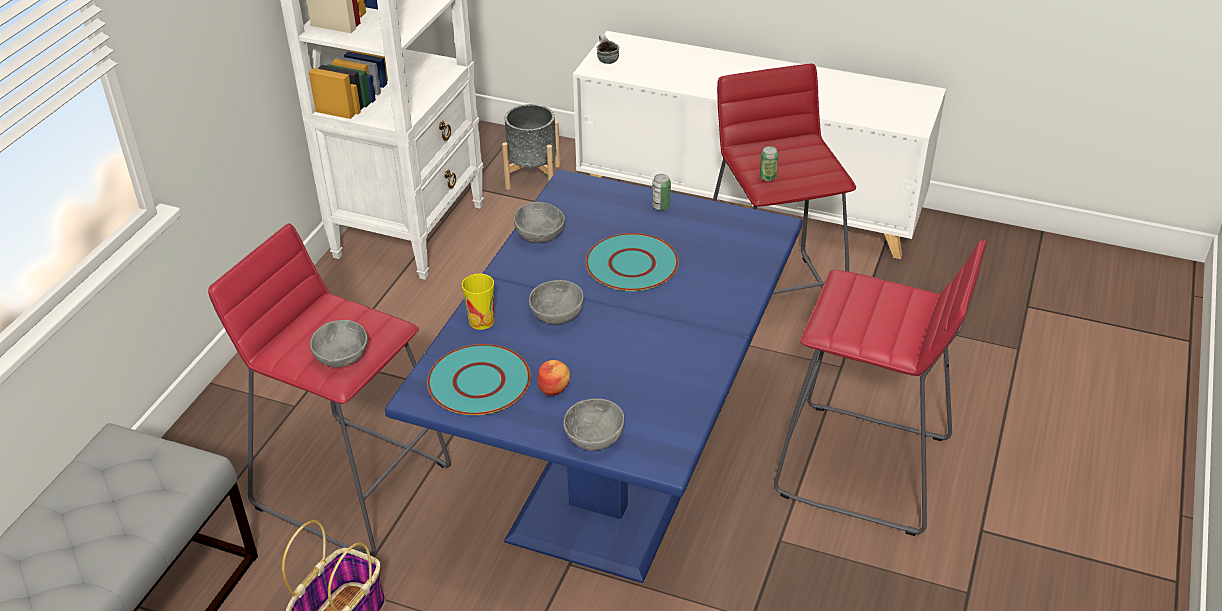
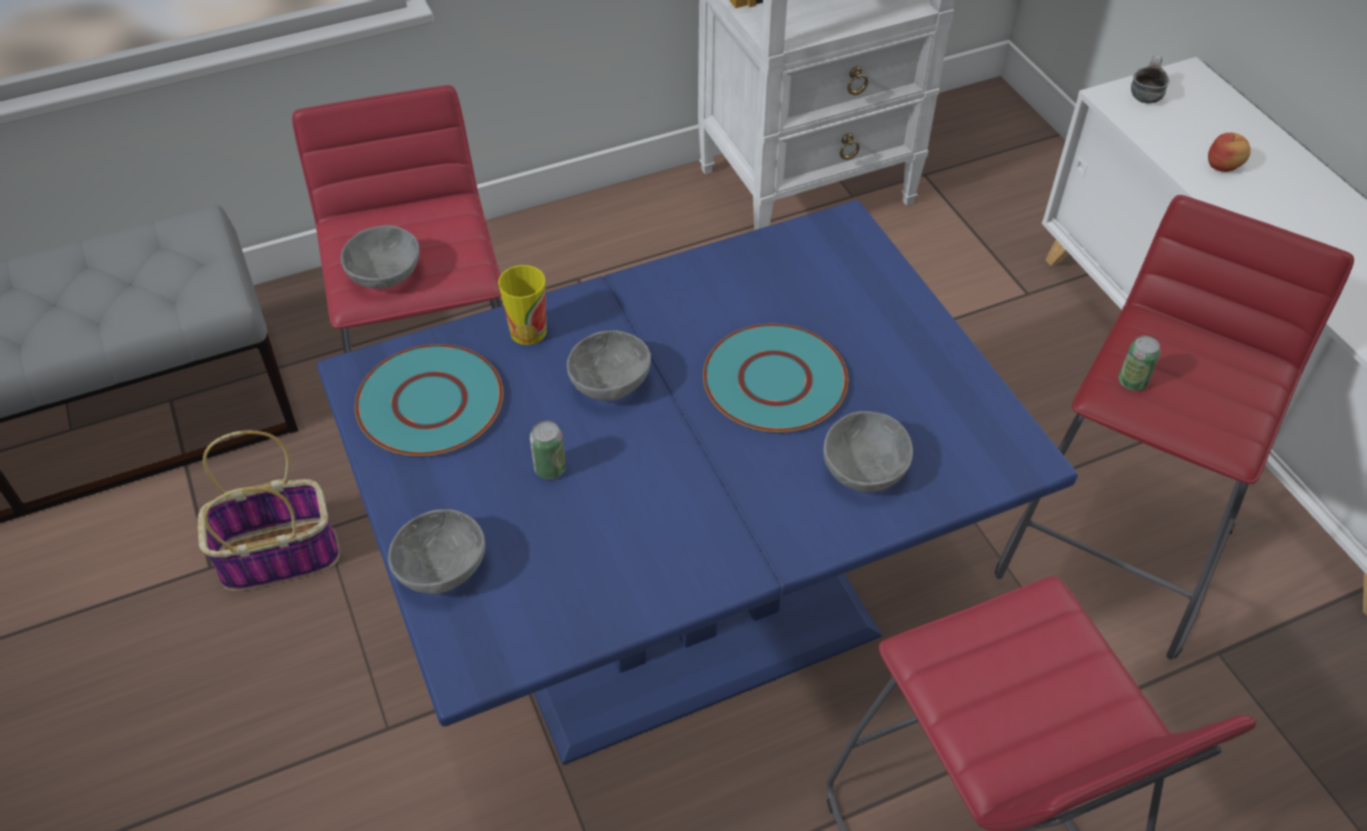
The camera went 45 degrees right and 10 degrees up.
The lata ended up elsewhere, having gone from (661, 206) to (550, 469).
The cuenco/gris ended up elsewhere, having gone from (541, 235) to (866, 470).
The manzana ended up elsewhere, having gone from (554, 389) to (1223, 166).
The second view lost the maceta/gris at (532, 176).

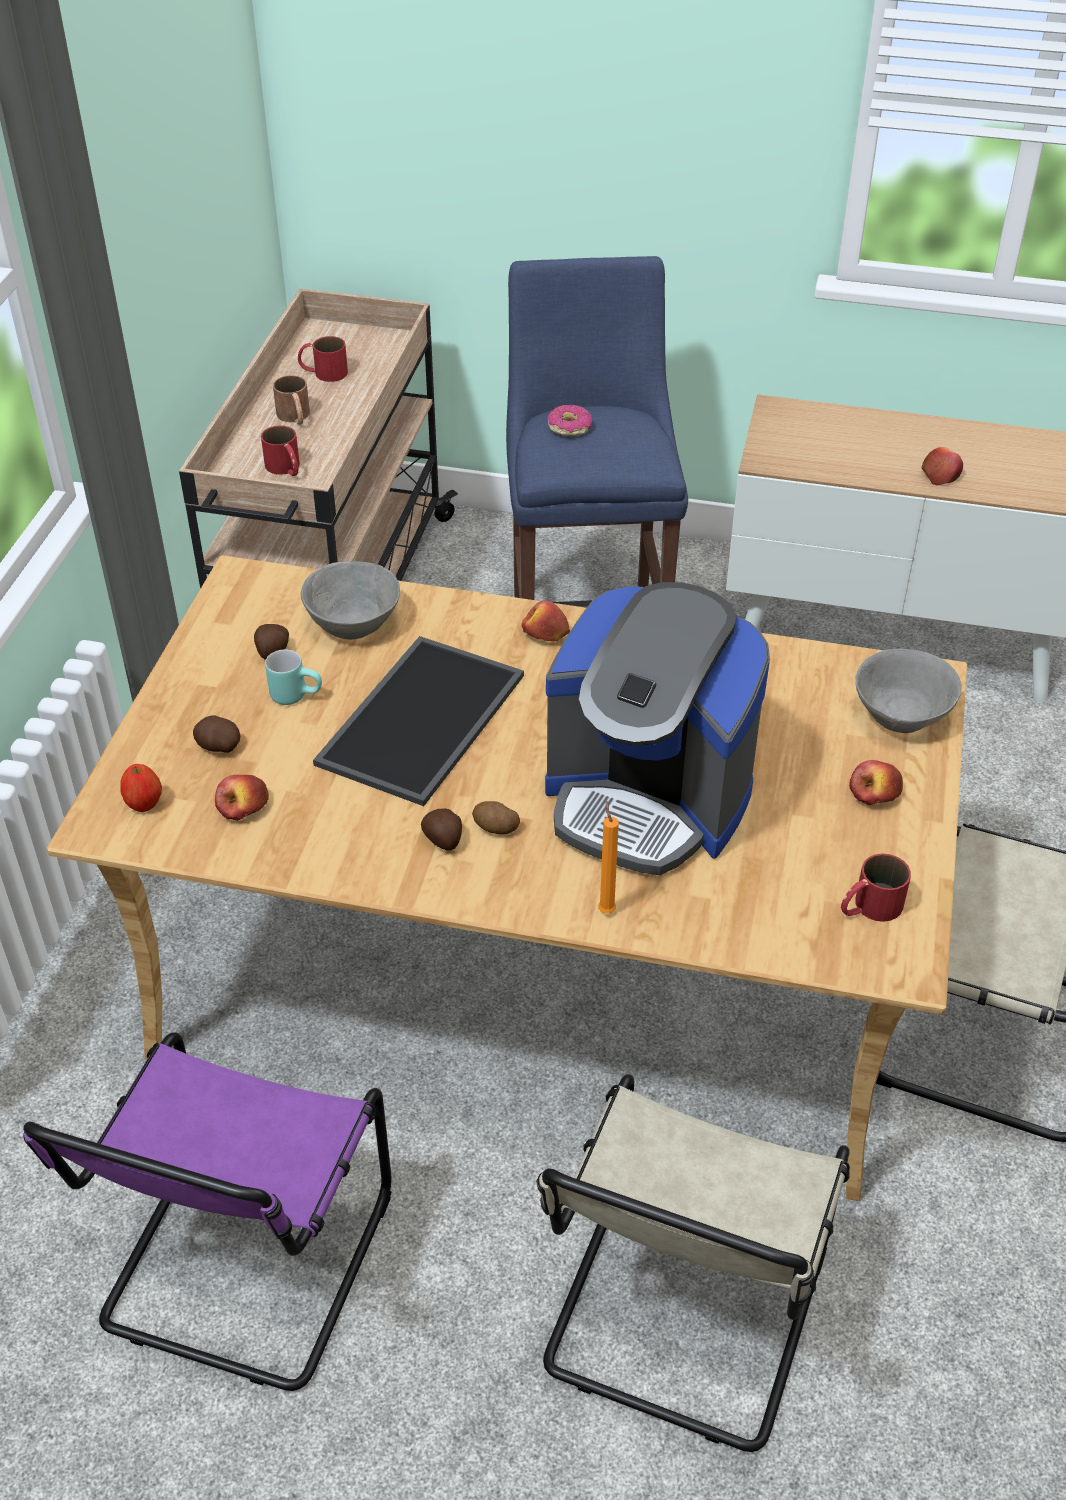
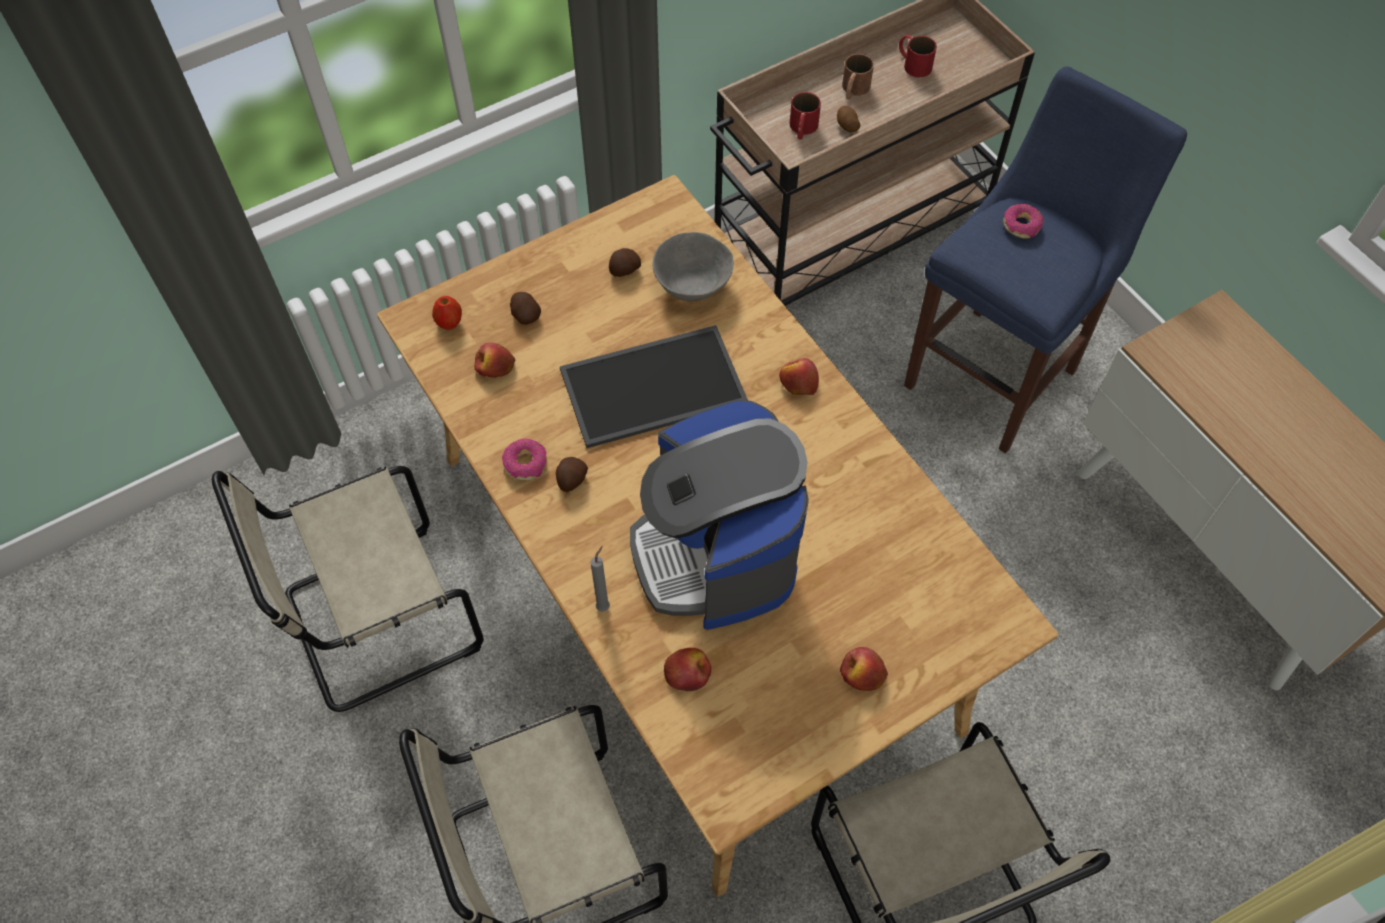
The camera went 45 degrees right and 15 degrees up.
What was the silla/morado at (243, 1268) turned into the silla/beis at (375, 621).
The second view gained the rosquilla at (526, 463).
What was the vela/naranja at (606, 909) turned into the vela/gris at (604, 605).
The manzana ended up elsewhere, having gone from (940, 474) to (687, 672).
The patata ended up elsewhere, having gone from (495, 828) to (846, 125).
The second view lost the taza grande/turquesa at (297, 695).
The second view lost the taza grande/rojo at (869, 907).
The second view lost the cuenco/gris at (900, 714).

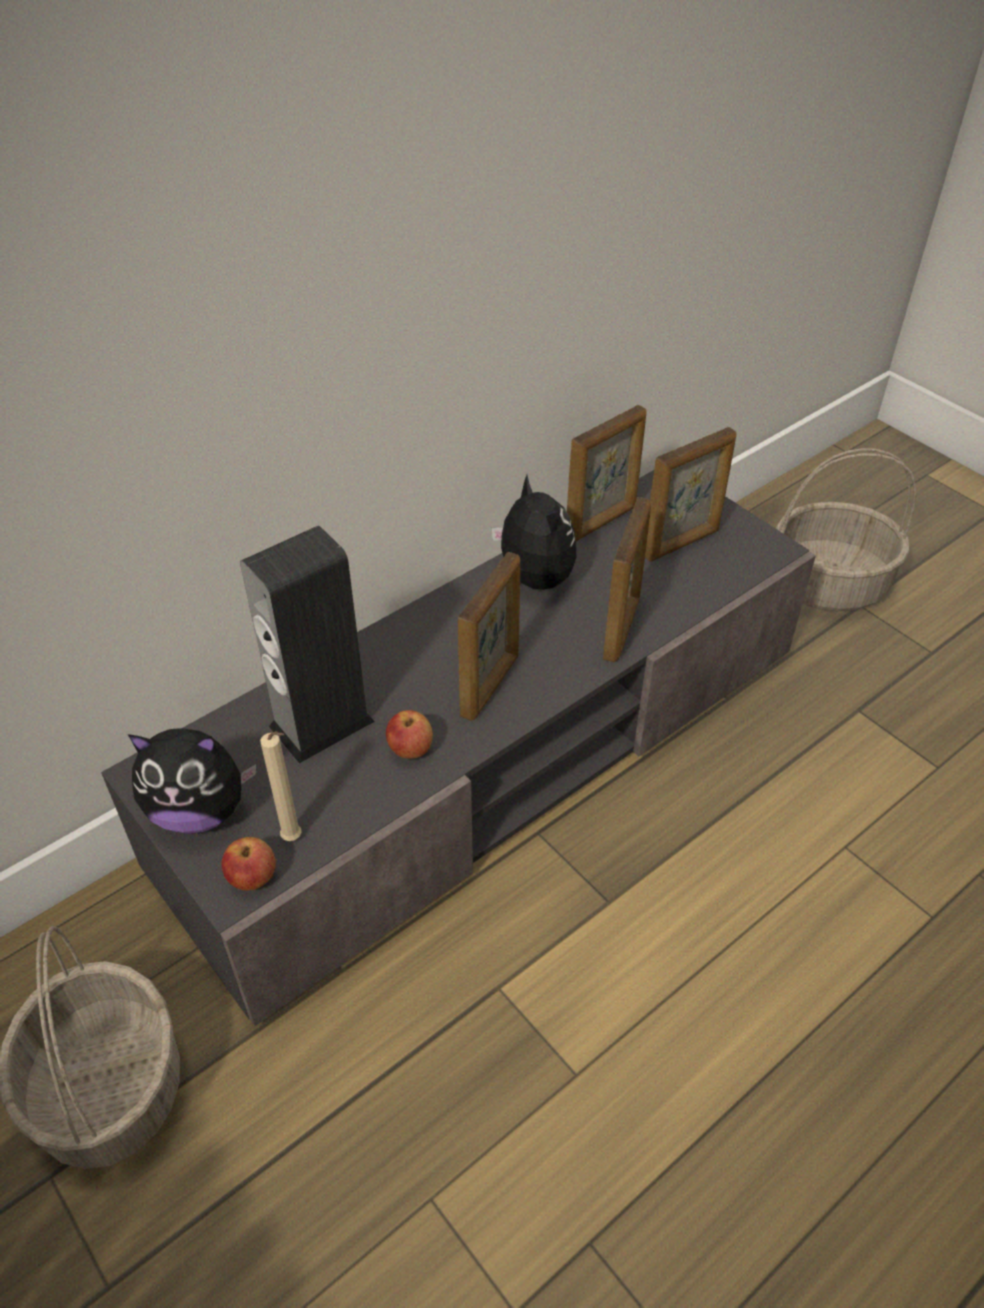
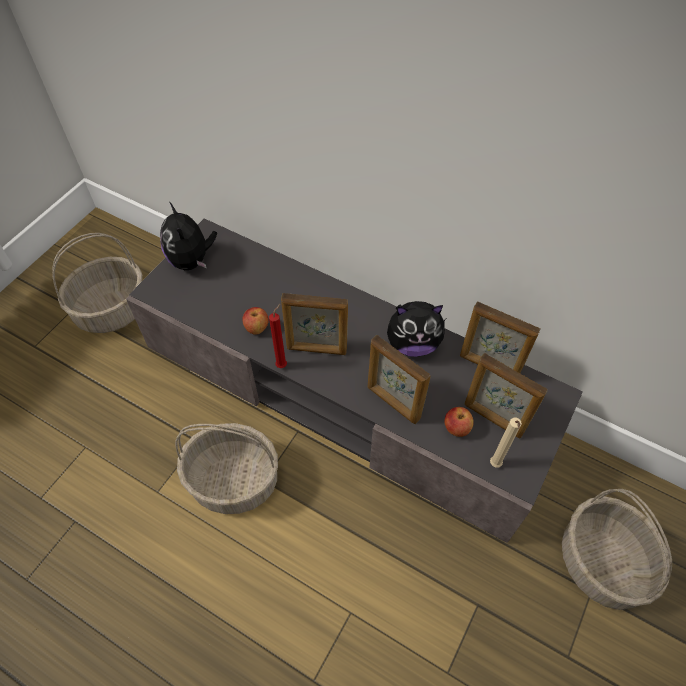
The camera went 70 degrees right and 10 degrees up.
The second view gained the cesta at (235, 480).
The second view gained the vela/rojo at (283, 364).
The portarretratos at (621, 628) ended up facing another way, 45 degrees clockwise from before.
The peluche at (531, 580) ended up facing another way, 45 degrees clockwise from before.
The manzana ended up elsewhere, having gone from (252, 878) to (456, 428).
The vela/beis ended up elsewhere, having gone from (294, 839) to (495, 465).
The second view lost the altavoz at (321, 724).

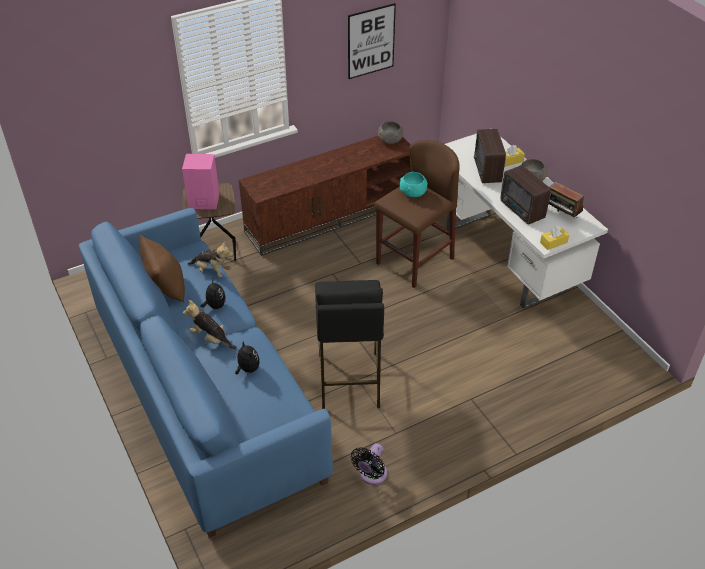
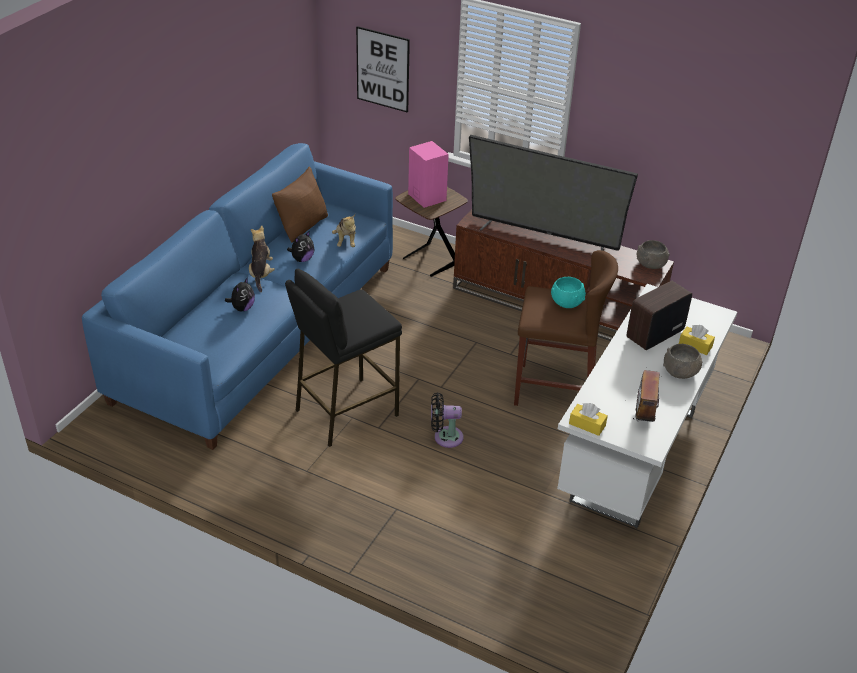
The camera went 55 degrees right and 5 degrees down.
The cuadro ended up elsewhere, having gone from (371, 41) to (383, 69).
The ventilador/negro ended up elsewhere, having gone from (371, 475) to (445, 437).
The second view gained the televisor at (543, 236).
The second view lost the radio at (522, 211).

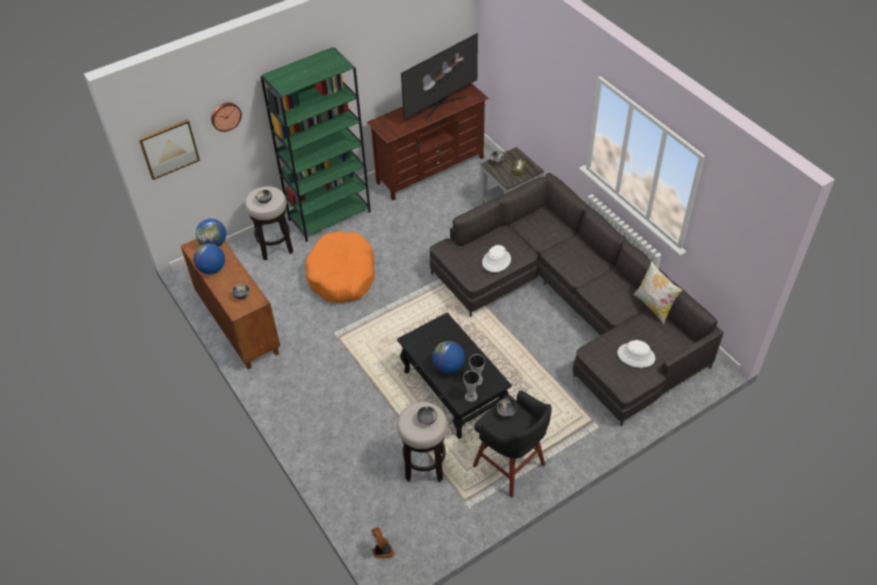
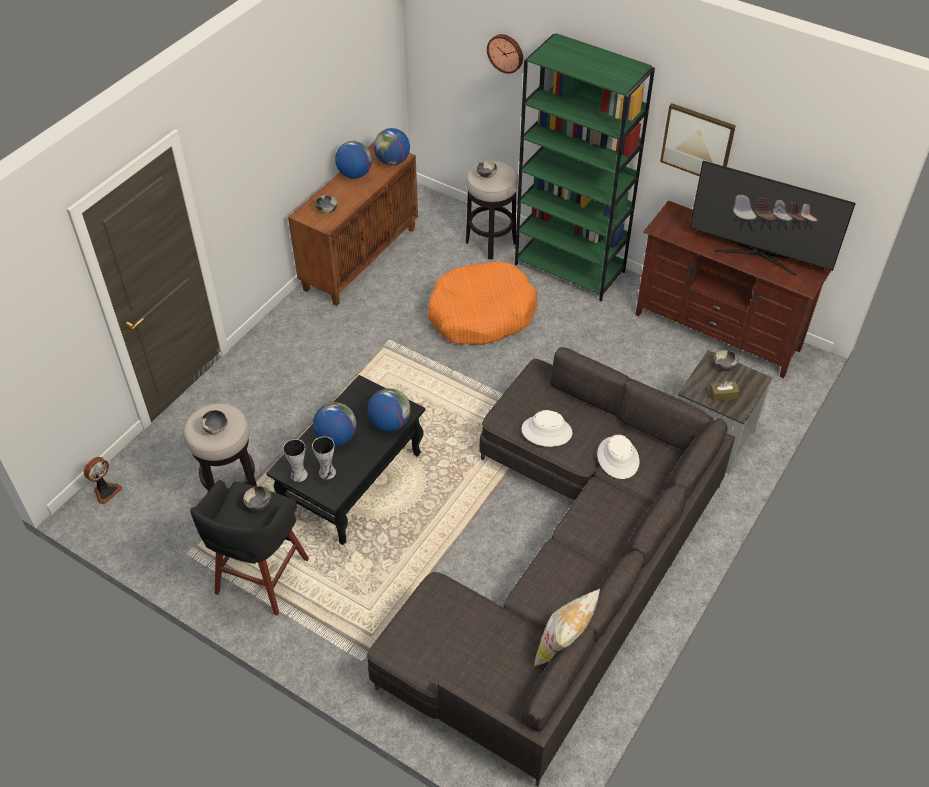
The camera went 65 degrees right and 0 degrees up.
The second view gained the globo terráqueo at (390, 423).
The sombrero/blanco ended up elsewhere, having gone from (636, 355) to (618, 458).
The cuadro ended up elsewhere, having gone from (169, 148) to (697, 142).

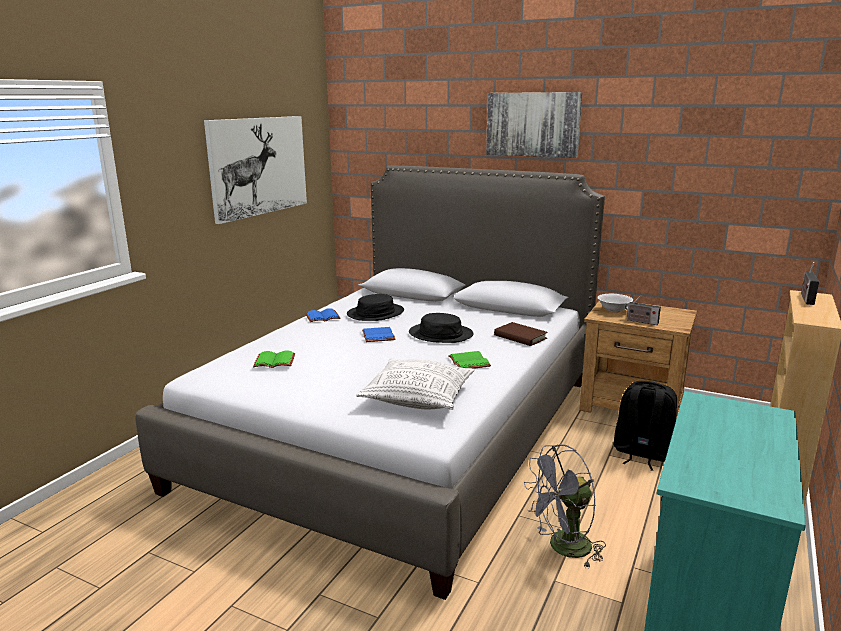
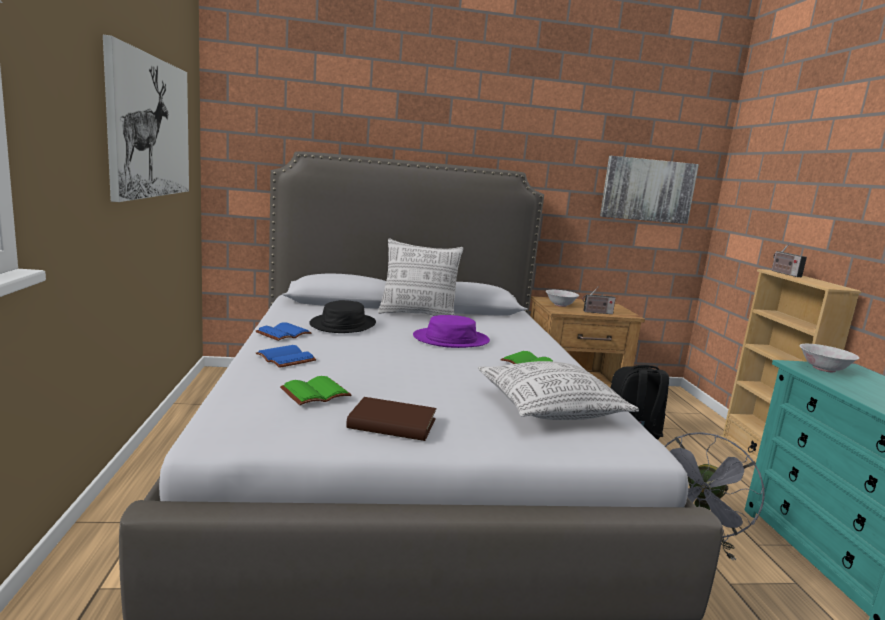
The camera went 35 degrees left and 5 degrees down.
The libro/azul ended up elsewhere, having gone from (379, 336) to (287, 358).
The libro/marrón ended up elsewhere, having gone from (520, 337) to (392, 424).
The second view gained the cojín at (418, 315).
What was the sombrero/negro at (441, 334) turned into the sombrero/morado at (451, 339).
The cuadro ended up elsewhere, having gone from (533, 124) to (647, 190).
The second view gained the cuenco/blanco at (824, 369).

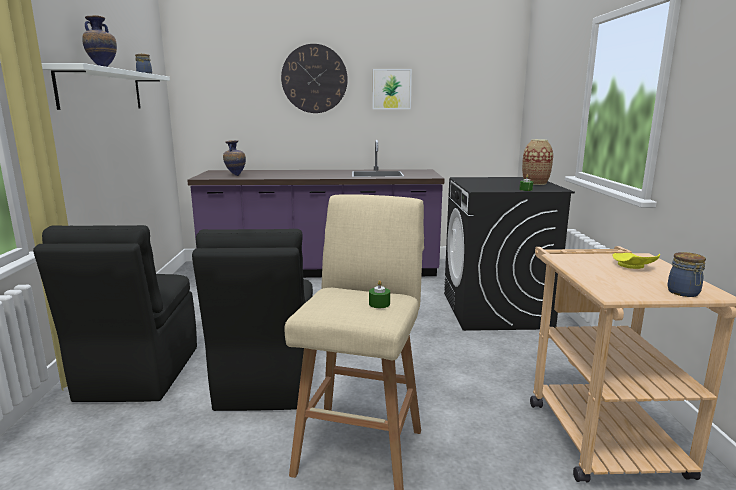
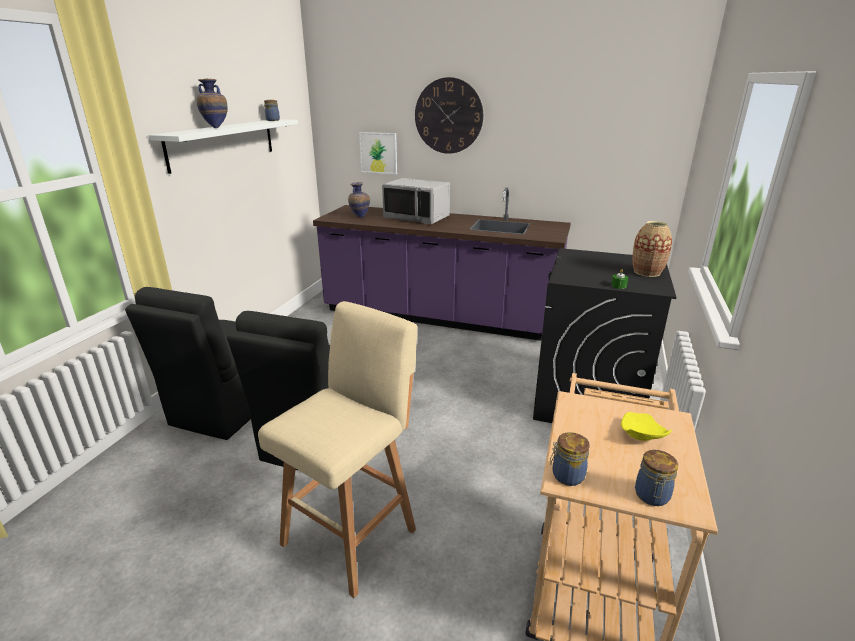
The camera went 20 degrees right and 10 degrees up.
The cuadro ended up elsewhere, having gone from (391, 89) to (378, 153).
The second view gained the microondas/gris at (417, 218).
The second view gained the tarro at (566, 476).
The second view lost the vela/verde at (379, 304).

